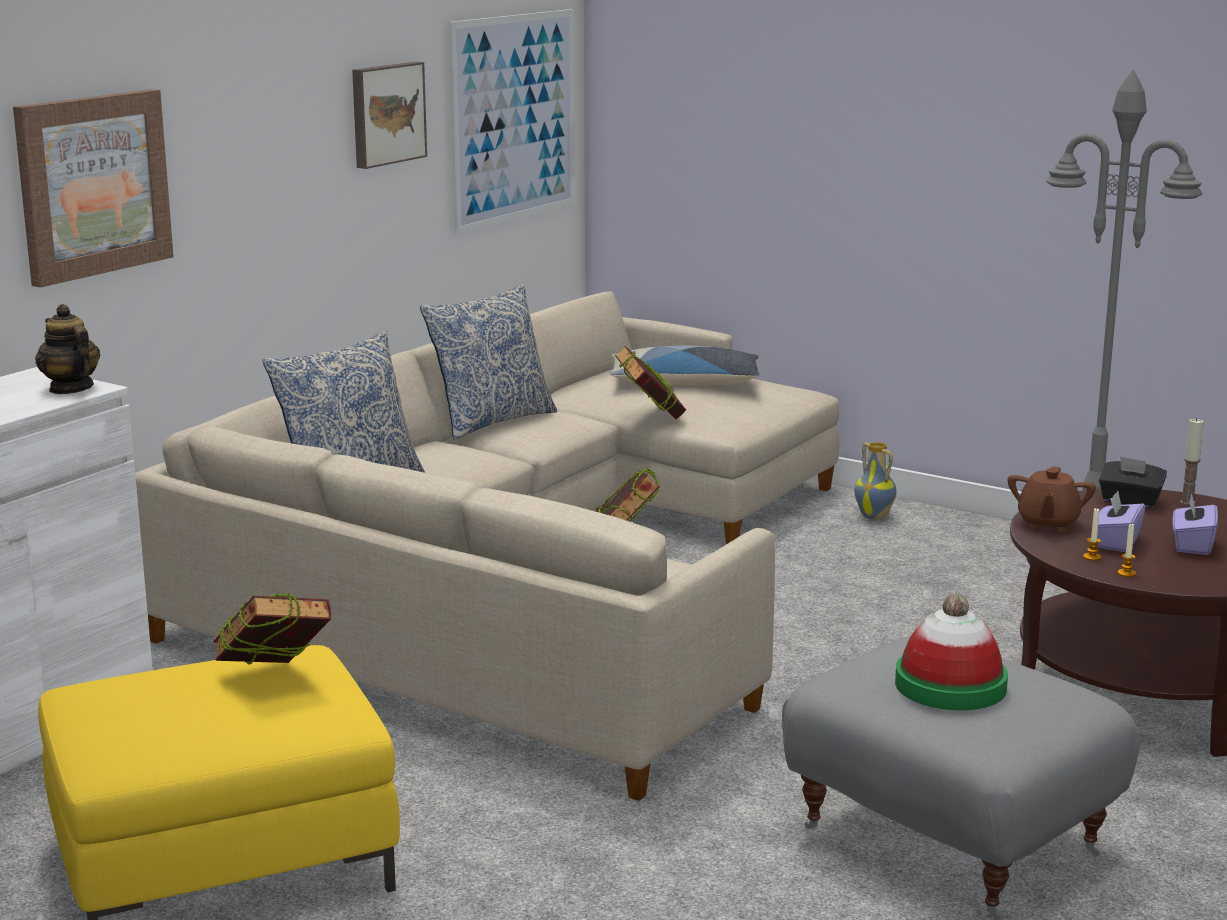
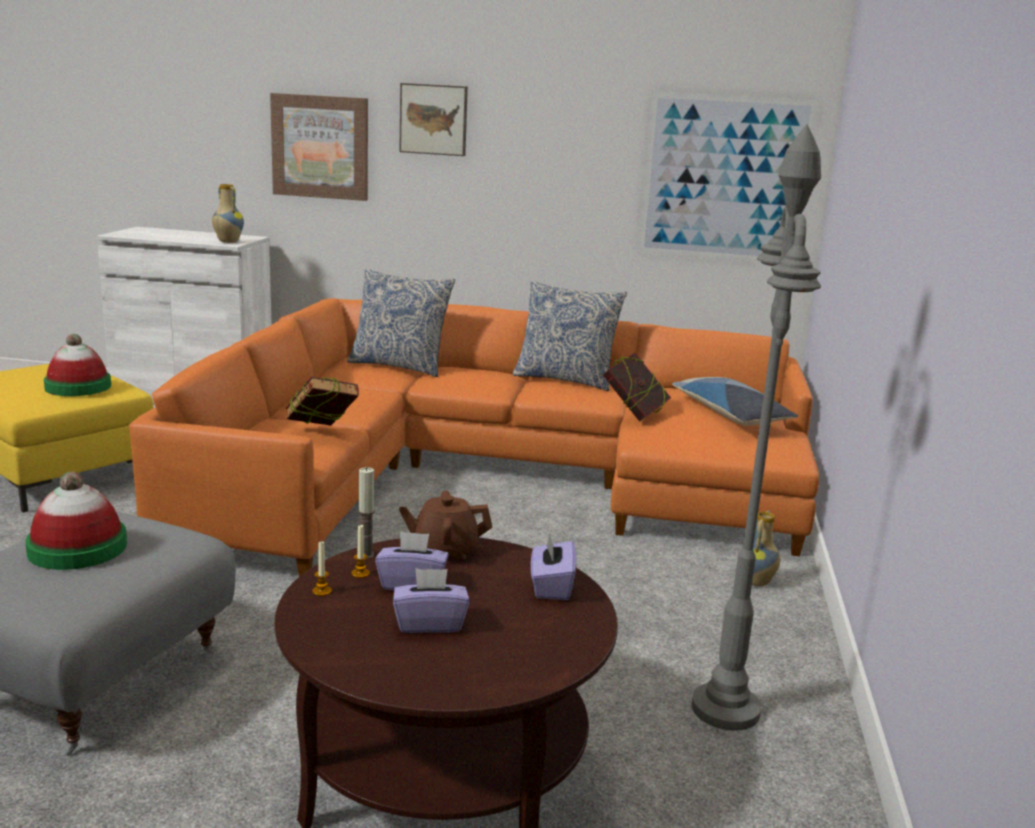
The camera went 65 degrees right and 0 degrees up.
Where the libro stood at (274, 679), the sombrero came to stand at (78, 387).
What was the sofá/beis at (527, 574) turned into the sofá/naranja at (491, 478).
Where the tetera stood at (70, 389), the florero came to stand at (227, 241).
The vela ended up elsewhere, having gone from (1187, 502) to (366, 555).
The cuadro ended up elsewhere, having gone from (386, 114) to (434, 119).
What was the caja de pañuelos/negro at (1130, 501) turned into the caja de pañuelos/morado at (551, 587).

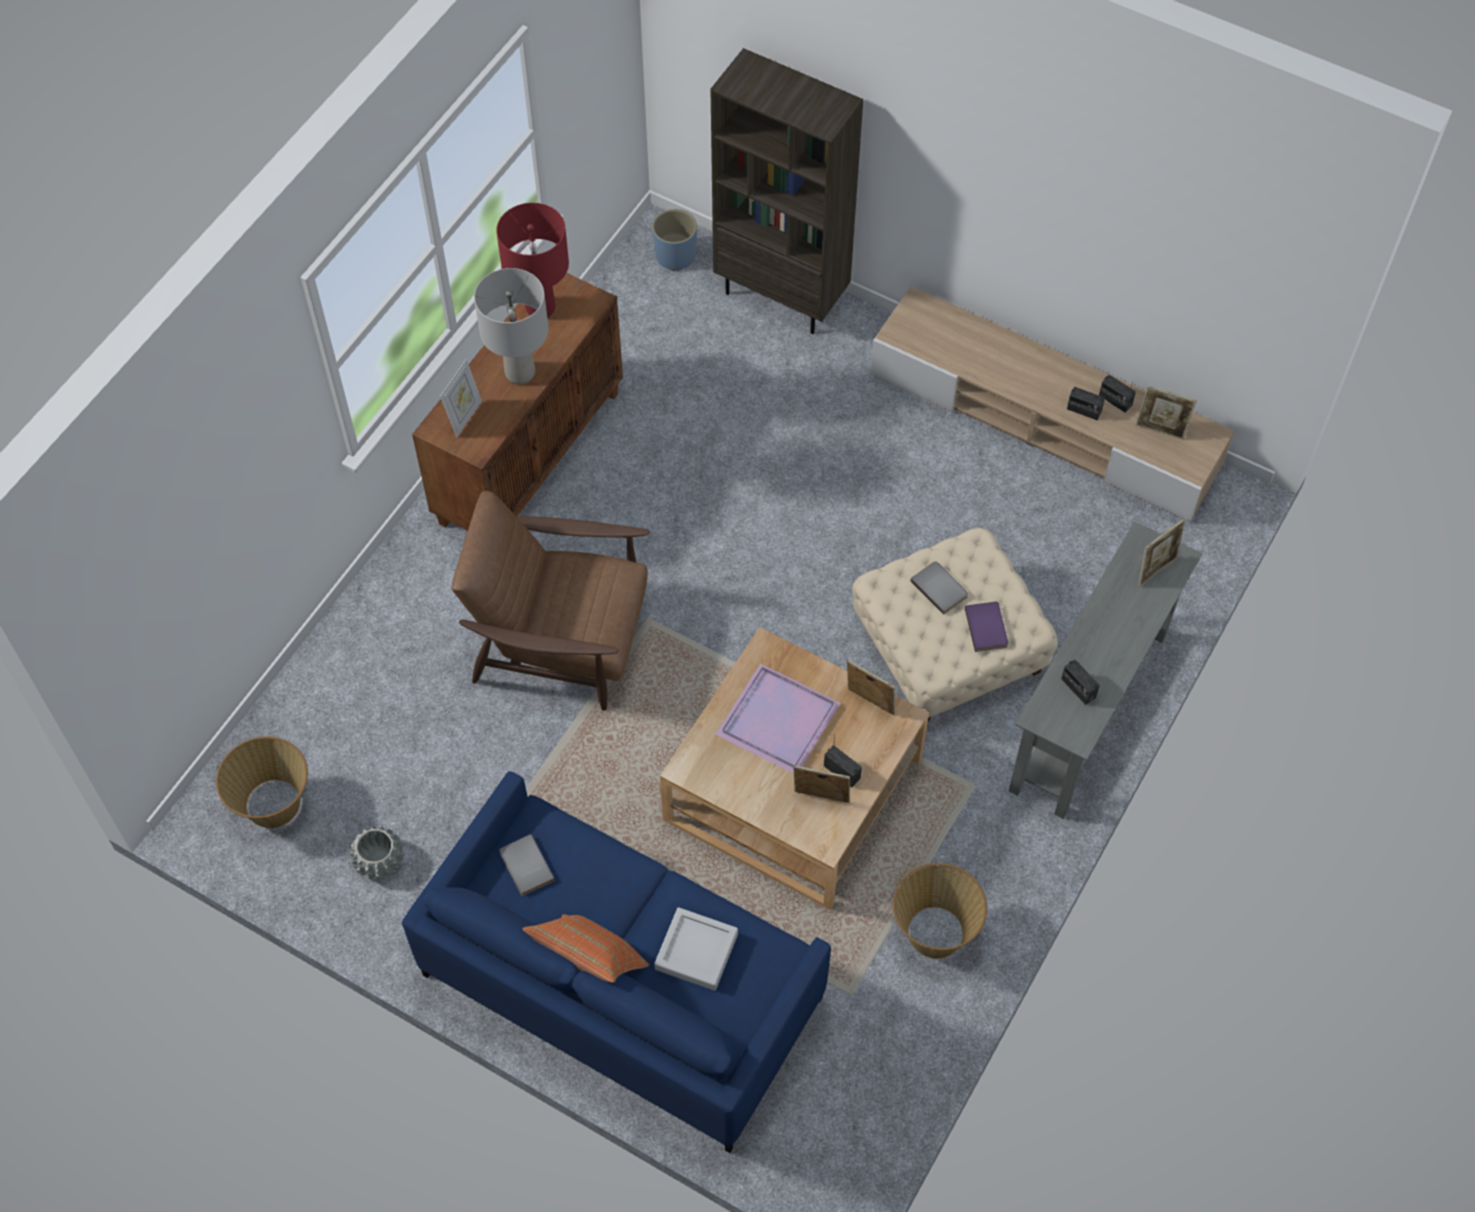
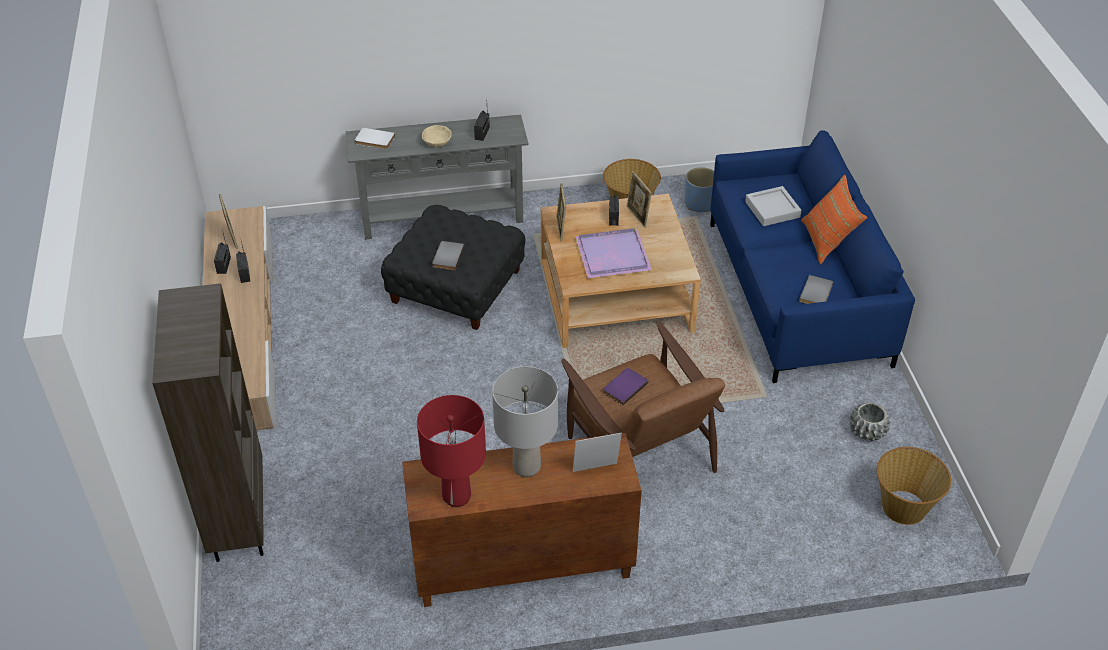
The camera went 130 degrees left and 15 degrees down.
Where the portarretratos stood at (1156, 569), the libro/blanco came to stand at (374, 140).
What was the puf/beis at (949, 646) turned into the puf/negro at (456, 286).
The second view gained the cuenco/beis at (437, 142).
The libro/morado ended up elsewhere, having gone from (988, 627) to (624, 387).
The maceta/azul ended up elsewhere, having gone from (676, 256) to (699, 203).

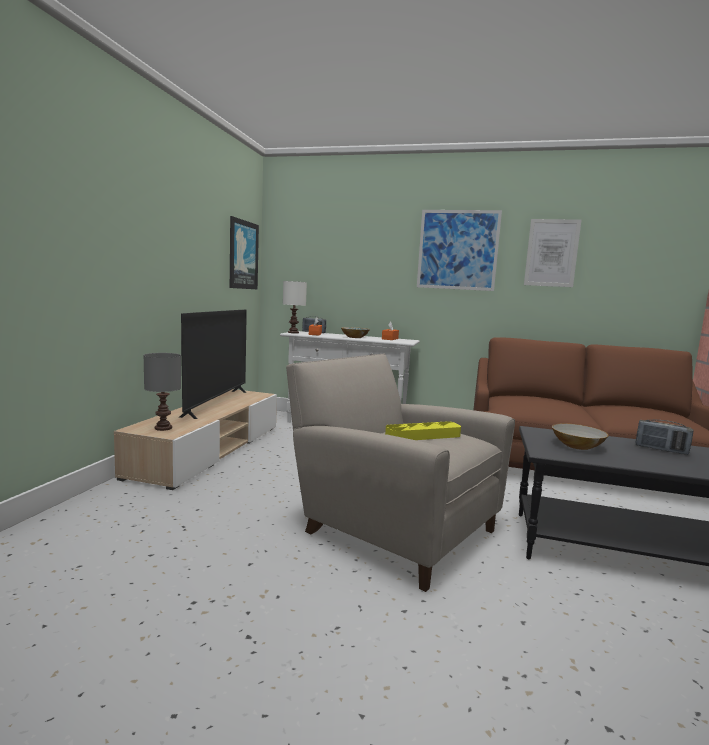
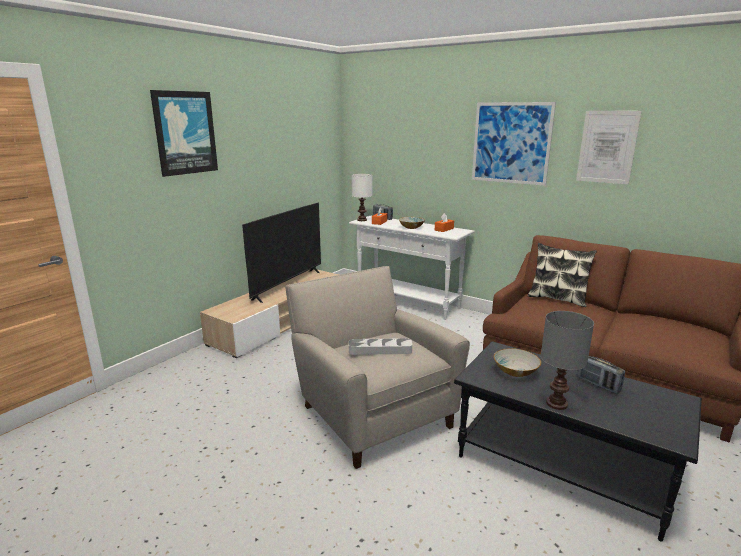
The camera went 20 degrees right and 10 degrees up.
The cuadro ended up elsewhere, having gone from (242, 255) to (185, 133).
What was the bandeja/amarillo at (423, 436) turned into the bandeja/gris at (380, 350).
The second view gained the cojín at (557, 298).
The lámpara de mesa/gris ended up elsewhere, having gone from (162, 428) to (555, 404).

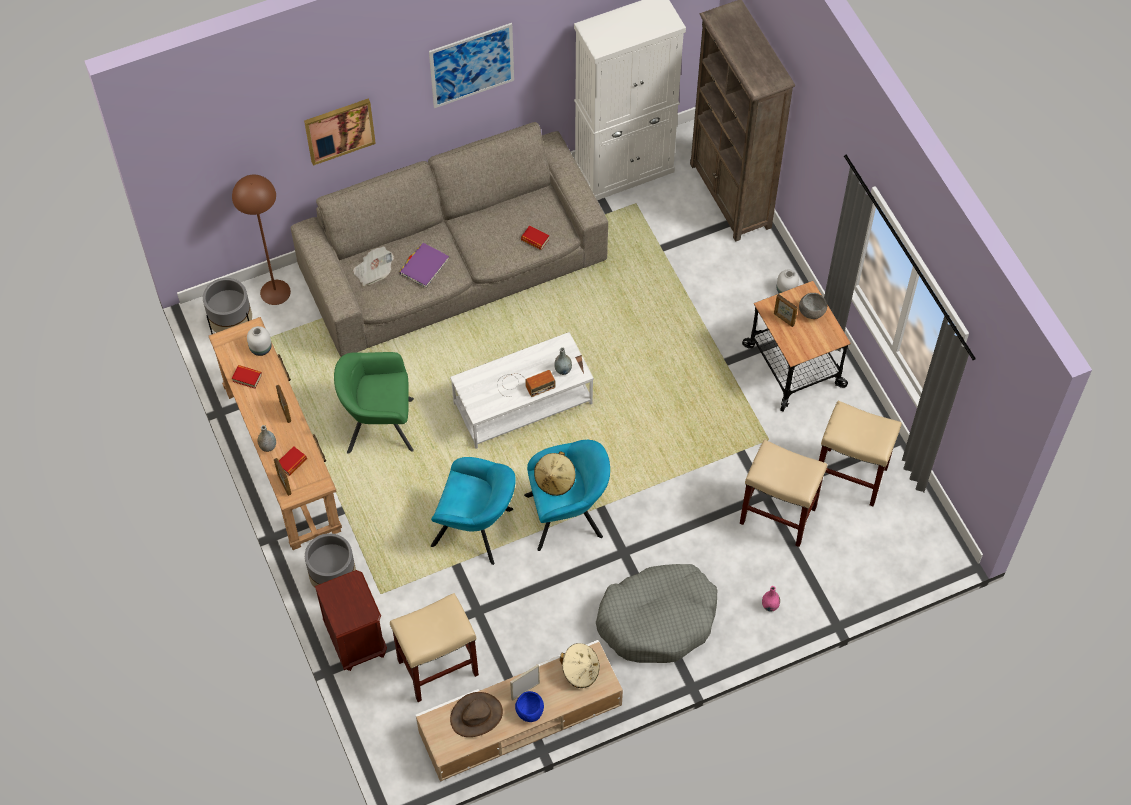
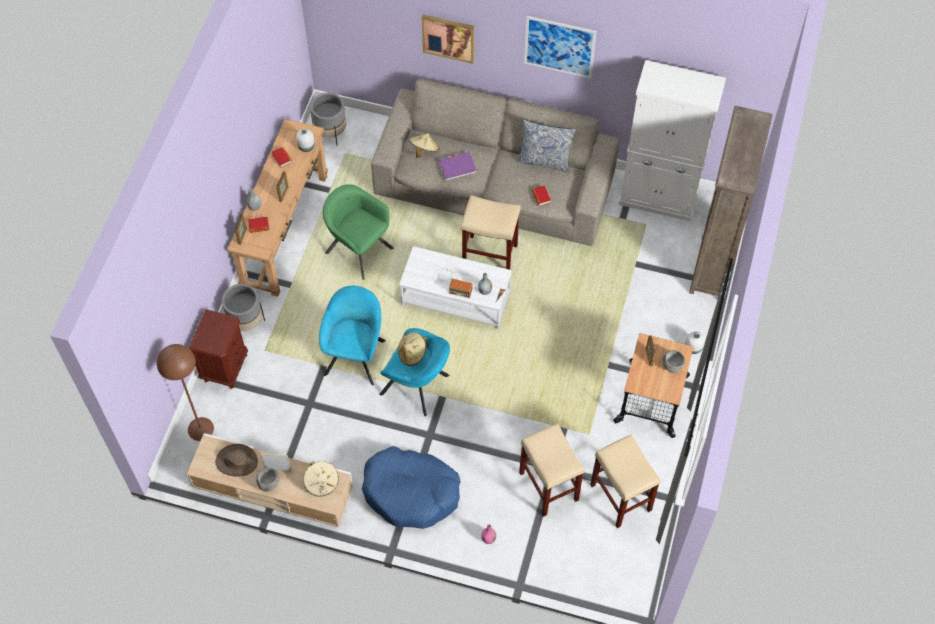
The camera went 40 degrees right and 0 degrees up.
The lámpara de pie/marrón ended up elsewhere, having gone from (275, 292) to (201, 428).
What was the cuenco/azul at (529, 712) turned into the cuenco/gris at (268, 484).
The sillón/turquesa at (477, 529) ended up facing another way, 135 degrees counterclockwise from before.
What was the cama para perro/gris at (658, 619) turned into the cama para perro/azul at (411, 492).
Where the periódico stood at (374, 272), the sombrero/beis came to stand at (424, 150).
The taburete/beis ended up elsewhere, having gone from (438, 666) to (490, 254).
The second view gained the cojín at (544, 160).

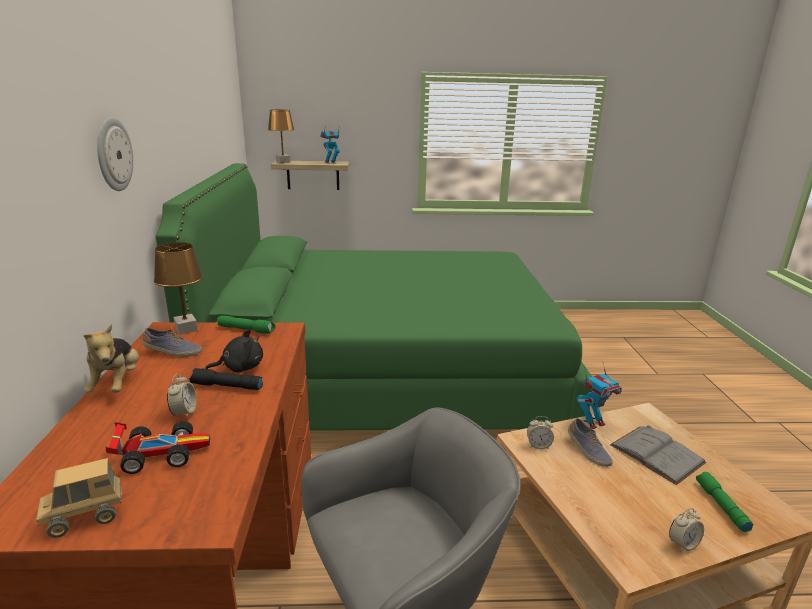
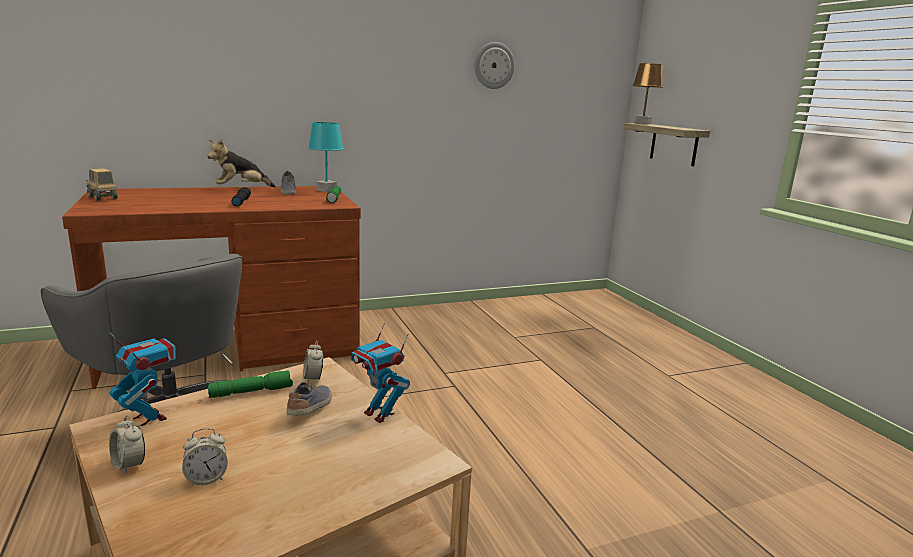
The camera went 70 degrees right and 5 degrees down.
The robot de juguete ended up elsewhere, having gone from (330, 162) to (149, 418).
The despertador ended up elsewhere, having gone from (184, 412) to (206, 479).
The linterna/verde ended up elsewhere, having gone from (720, 506) to (252, 391).
The zapato at (587, 450) ended up facing another way, 150 degrees clockwise from before.
What was the lámpara de mesa/marrón at (186, 329) turned into the lámpara de mesa/turquesa at (326, 190).
The reloj de pared ended up elsewhere, having gone from (113, 154) to (494, 65).
The second view lost the coche de juguete at (161, 453).
The second view lost the cama/verde at (387, 376).
The second view lost the peluche/negro at (240, 367).
The second view lost the libro/gris at (657, 453).

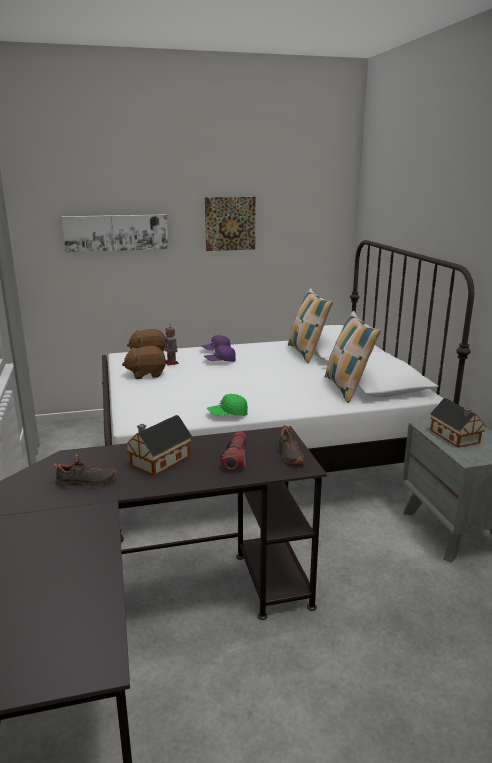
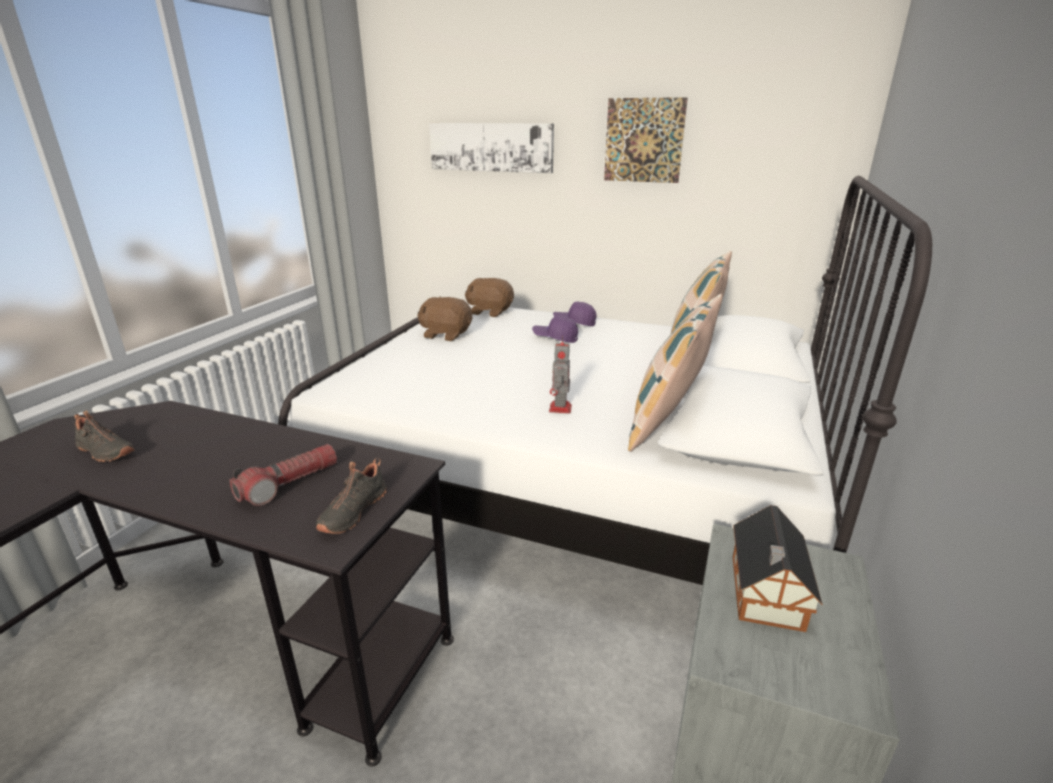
The camera went 35 degrees right and 5 degrees up.
The robot de juguete ended up elsewhere, having gone from (172, 363) to (560, 409).
The second view lost the casita at (158, 461).
The second view lost the gorra/verde at (228, 414).

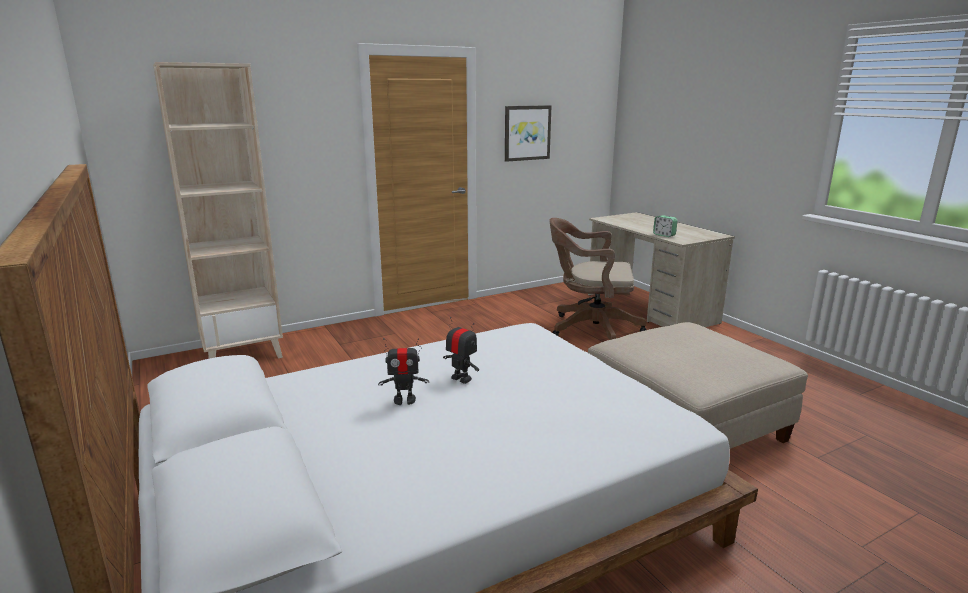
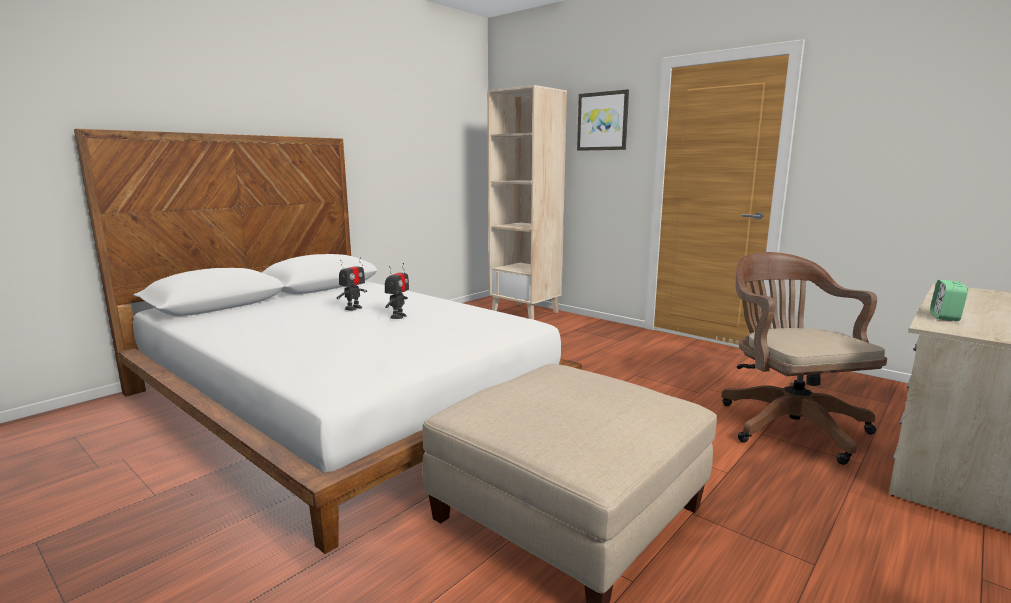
The camera went 70 degrees right and 5 degrees down.
The robot de juguete at (404, 400) ended up facing another way, 120 degrees counterclockwise from before.
The cuadro ended up elsewhere, having gone from (527, 133) to (603, 121).

